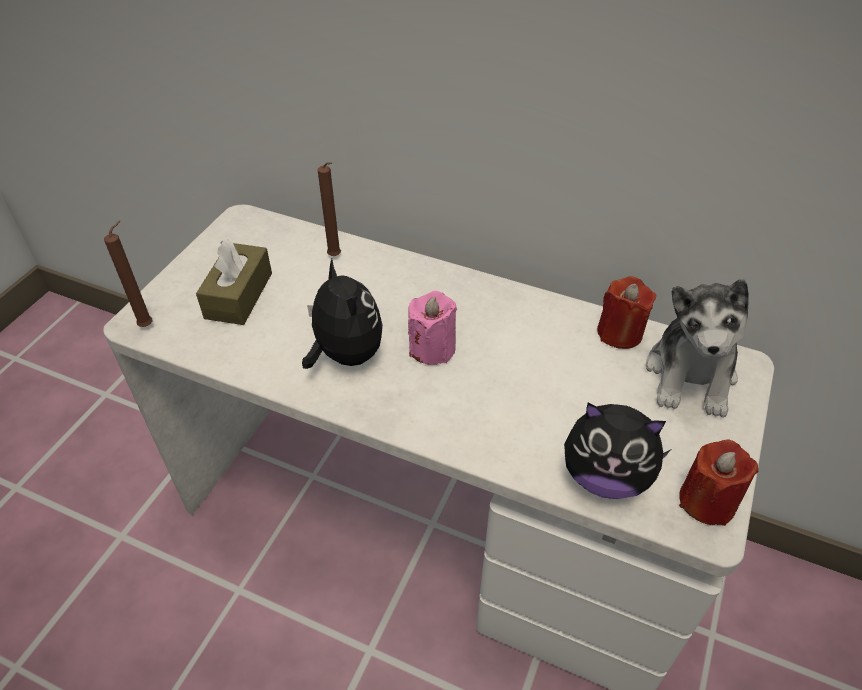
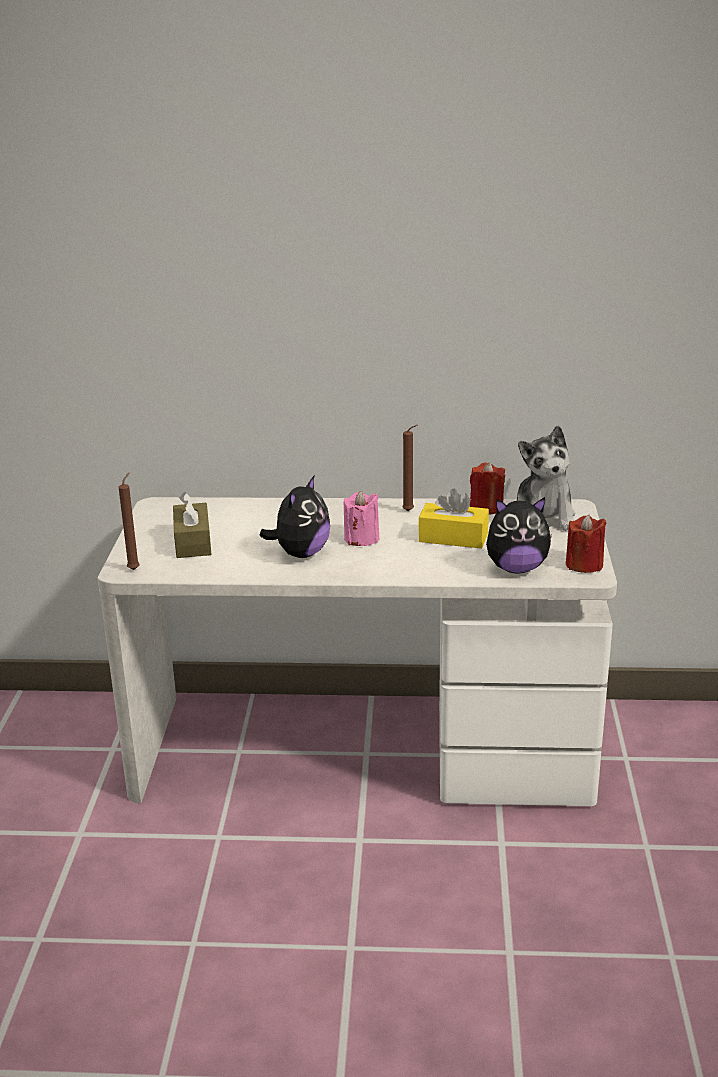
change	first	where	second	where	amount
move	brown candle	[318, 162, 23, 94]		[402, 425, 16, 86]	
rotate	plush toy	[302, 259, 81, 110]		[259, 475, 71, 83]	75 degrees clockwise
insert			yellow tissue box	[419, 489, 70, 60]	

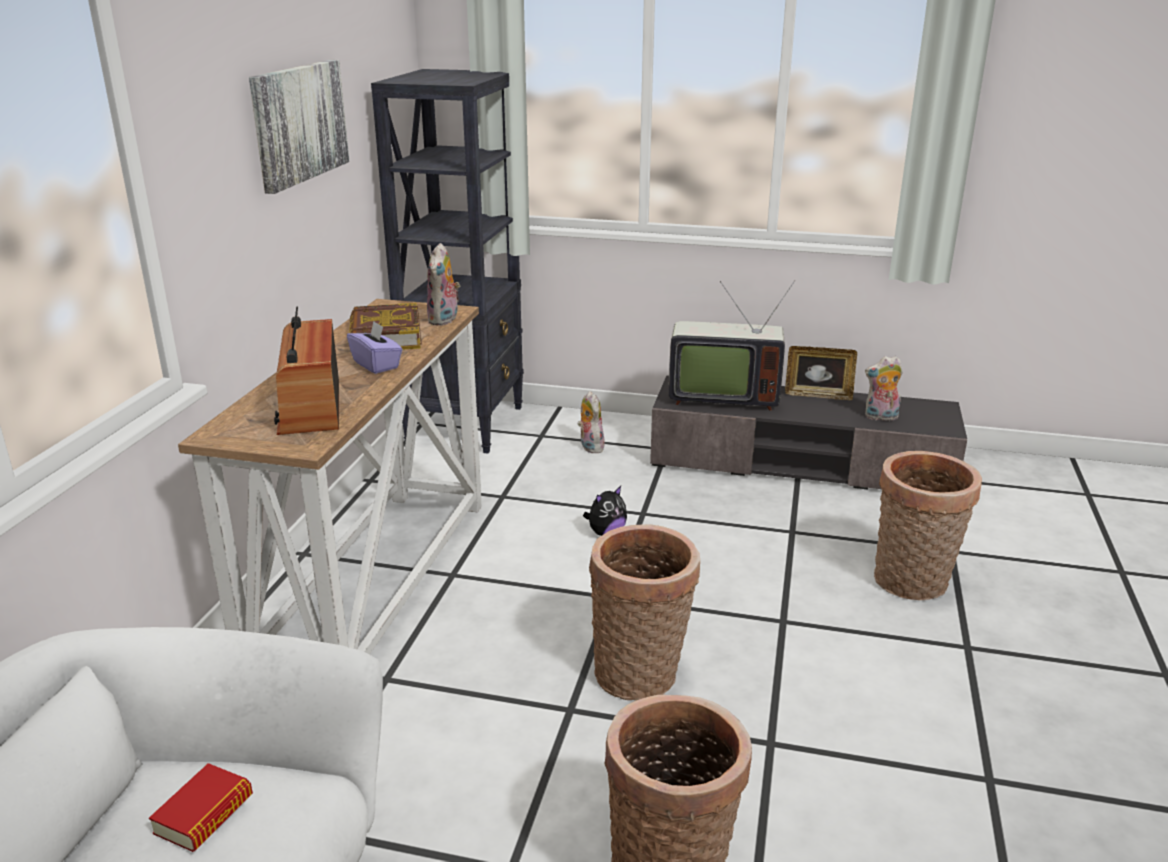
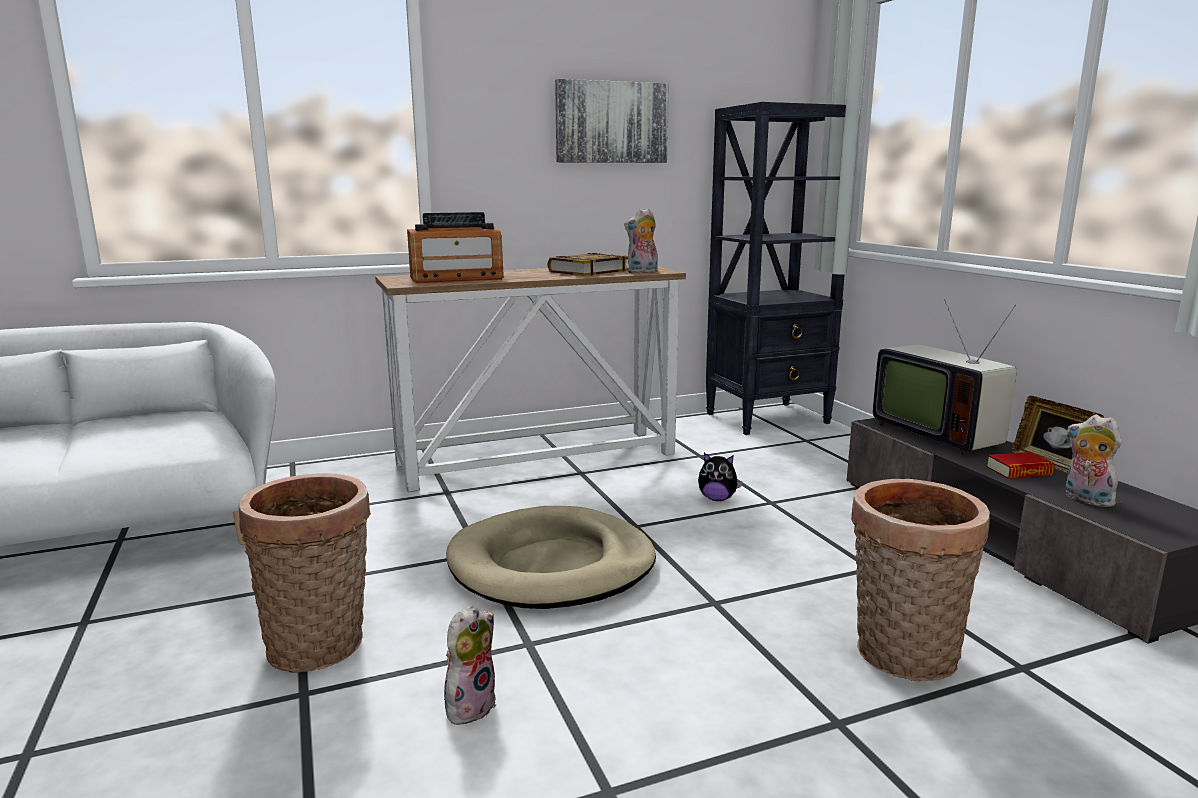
change	first	where	second	where	amount
rotate	radio	[274, 306, 65, 129]		[407, 212, 97, 71]	150 degrees counterclockwise
delete	purple tissue box	[347, 321, 56, 53]			
move	plush toy	[577, 391, 28, 62]		[444, 605, 53, 123]	
replace	basket	[589, 524, 111, 176]	beige dog bed	[446, 506, 210, 103]	
move	book	[149, 763, 104, 89]		[986, 452, 69, 27]	

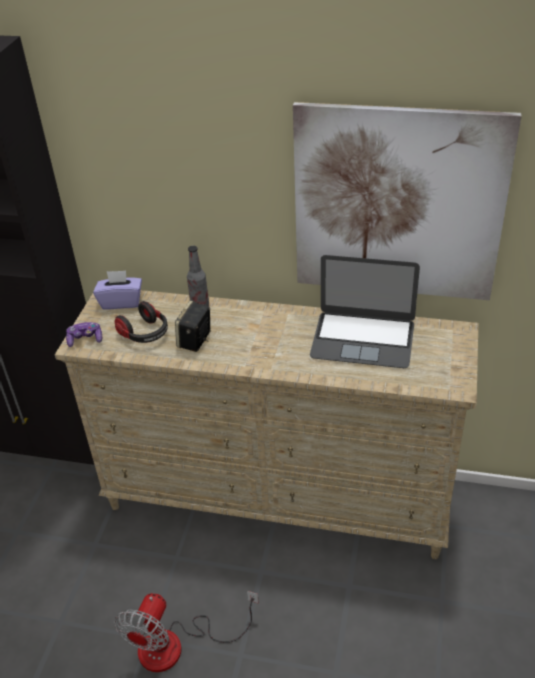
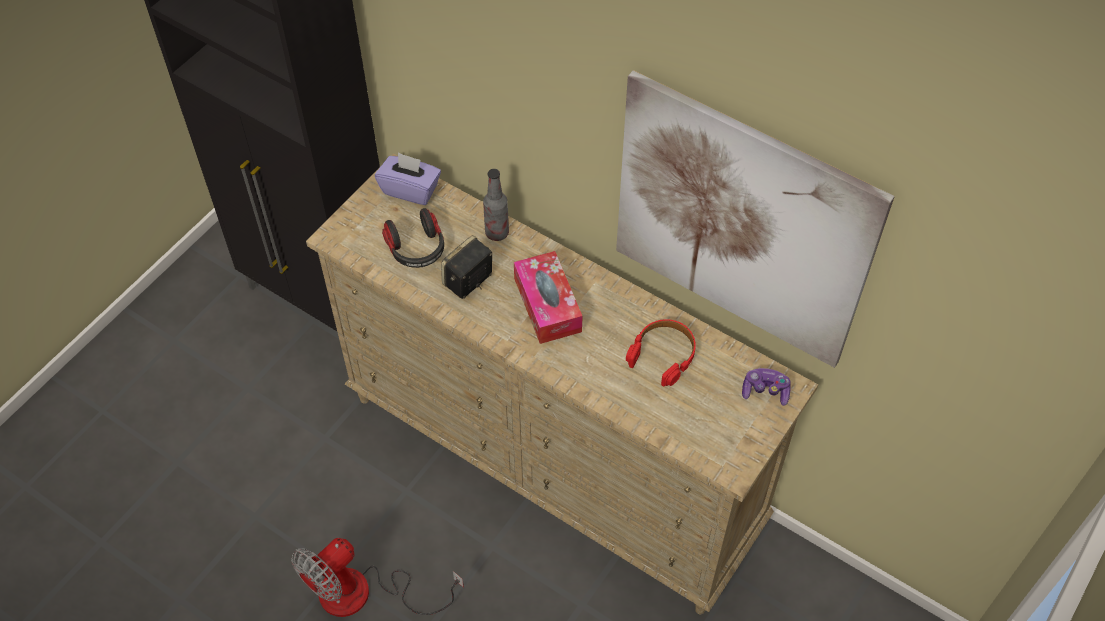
change	first	where	second	where	amount
replace	laptop	[310, 255, 110, 113]	red headphones	[626, 319, 70, 68]	
move	game controller	[66, 322, 36, 25]		[742, 368, 49, 38]	
insert			tissue box	[514, 251, 68, 93]	

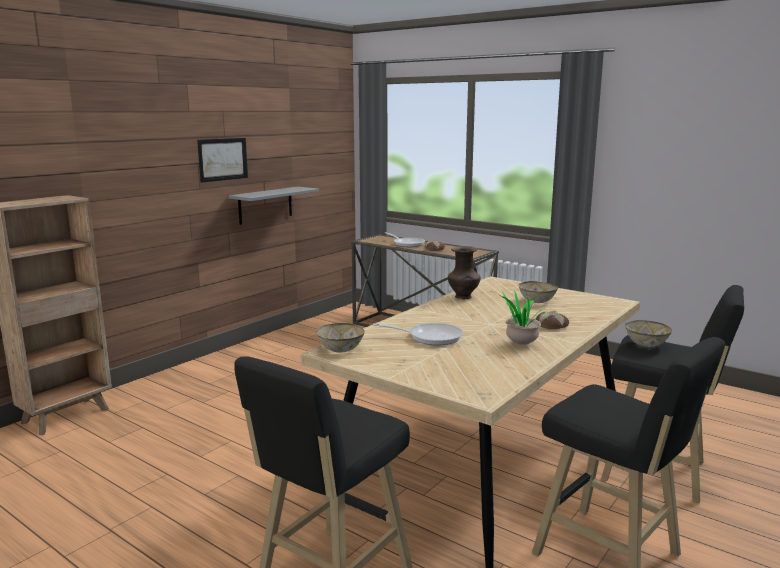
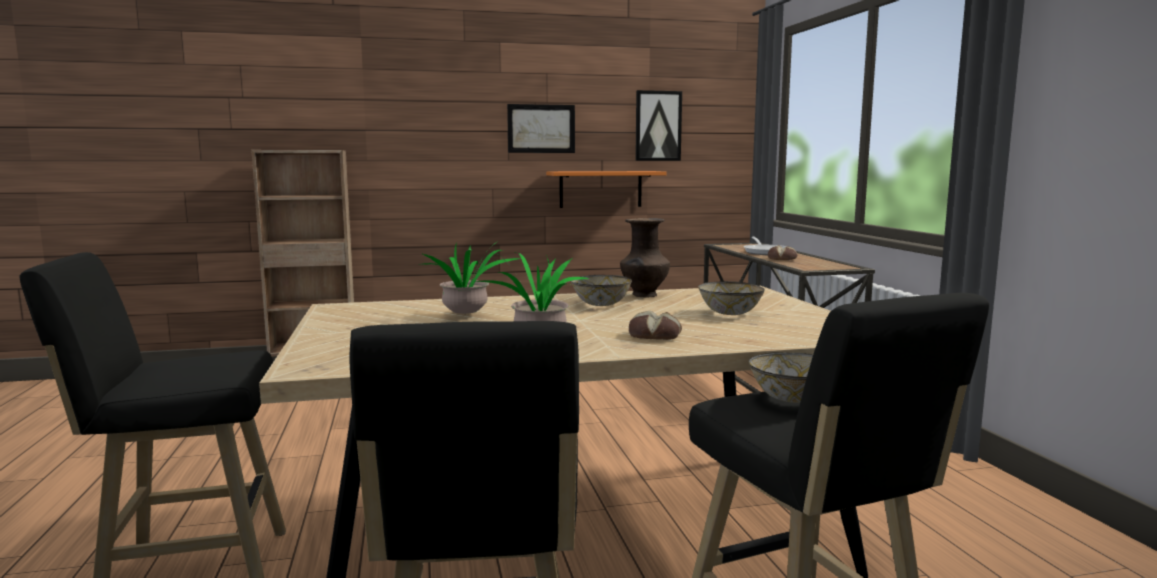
change	first	where	second	where	amount
recolor	grey shelf	[229, 187, 90, 38]	orange shelf	[546, 171, 121, 37]	
move	bowl	[316, 323, 48, 29]		[571, 275, 61, 31]	
replace	frying pan	[373, 323, 90, 22]	potted plant	[418, 242, 103, 72]	
insert			picture	[635, 90, 47, 71]	

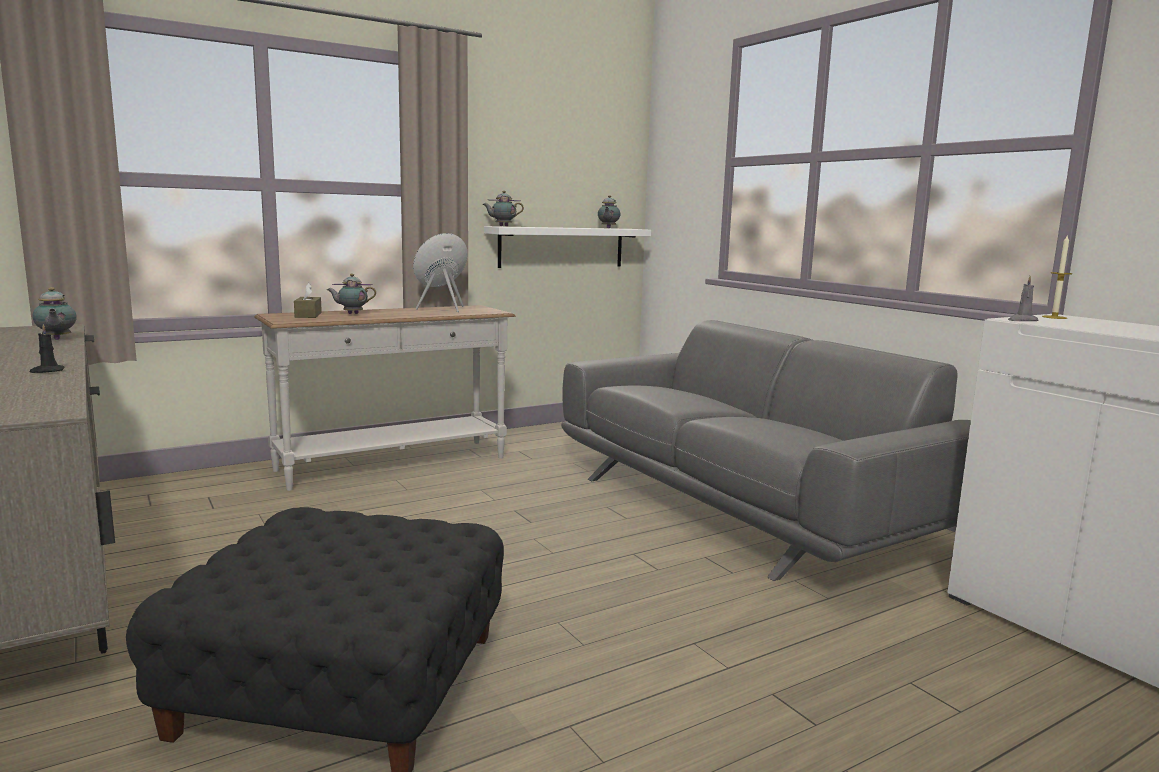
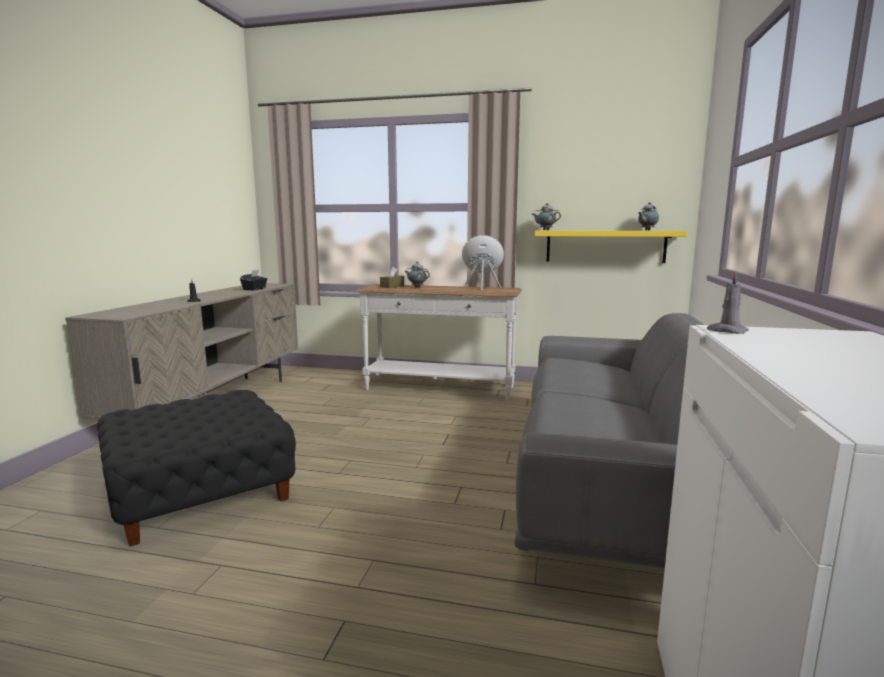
change	first	where	second	where	amount
recolor	white shelf	[484, 226, 167, 42]	yellow shelf	[535, 231, 152, 32]	
delete	candle	[1042, 234, 30, 85]			
replace	teapot	[32, 287, 45, 53]	black tissue box	[240, 270, 27, 20]	

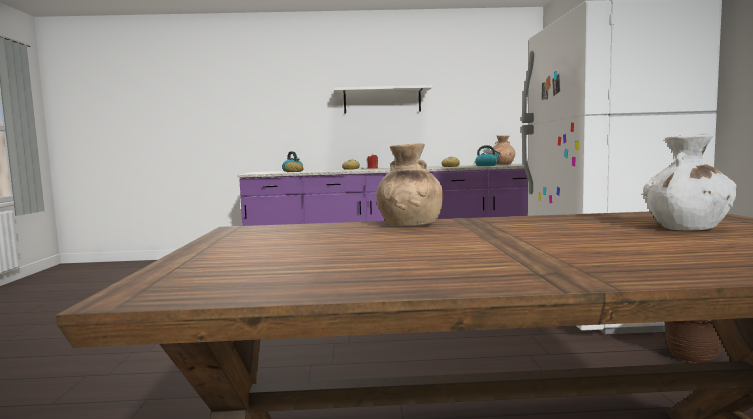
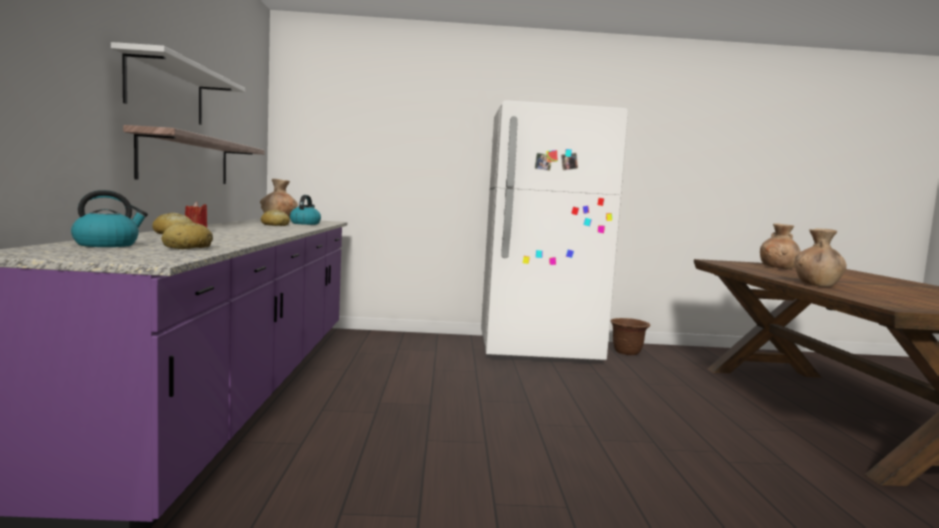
change	first	where	second	where	amount
recolor	white vase	[643, 133, 93, 97]	brown vase	[760, 223, 40, 46]	
insert			shelf	[123, 125, 142, 59]	

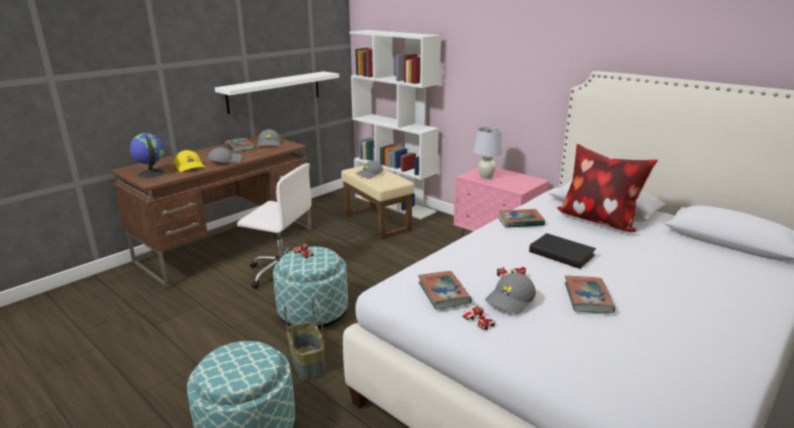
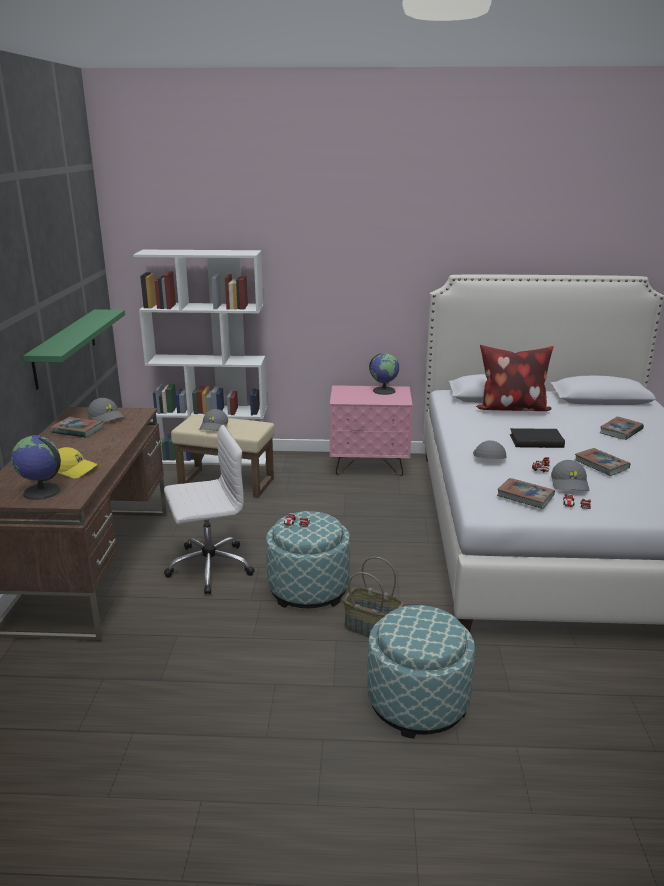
change	first	where	second	where	amount
recolor	white shelf	[215, 71, 124, 43]	green shelf	[23, 309, 102, 81]	
delete	white table lamp	[473, 127, 30, 53]			
move	grey cap	[208, 147, 34, 16]		[473, 441, 33, 18]	
move	book	[498, 209, 47, 19]		[600, 417, 44, 23]	
insert			globe	[369, 353, 30, 42]	

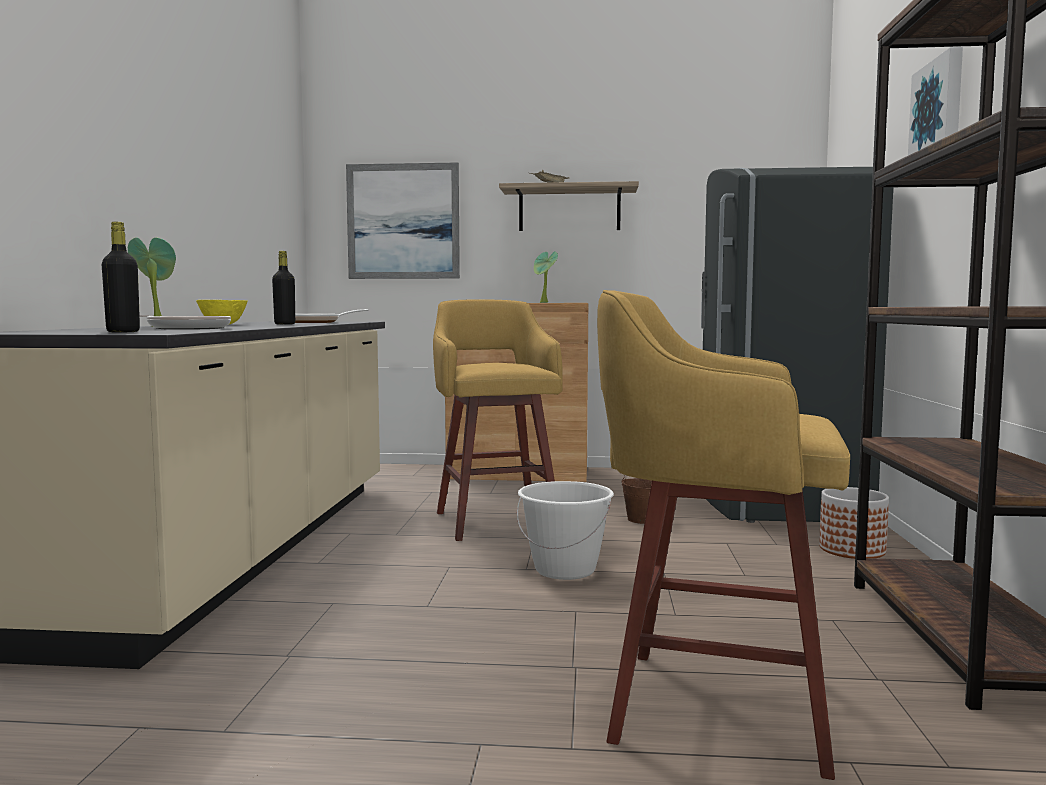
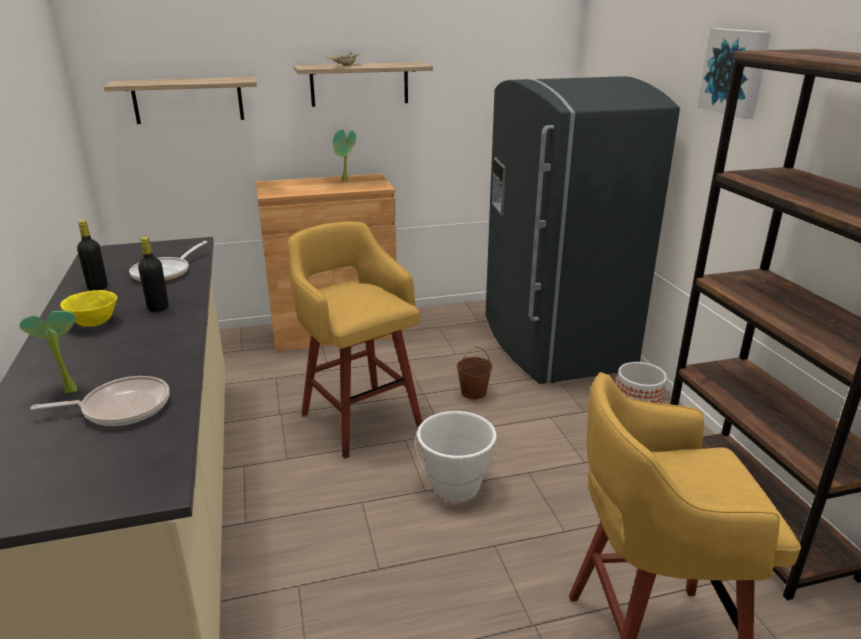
change	first	where	second	where	amount
replace	picture	[346, 162, 114, 117]	shelf	[104, 77, 153, 47]	
move	black bottle	[102, 222, 38, 110]		[77, 220, 31, 71]	

